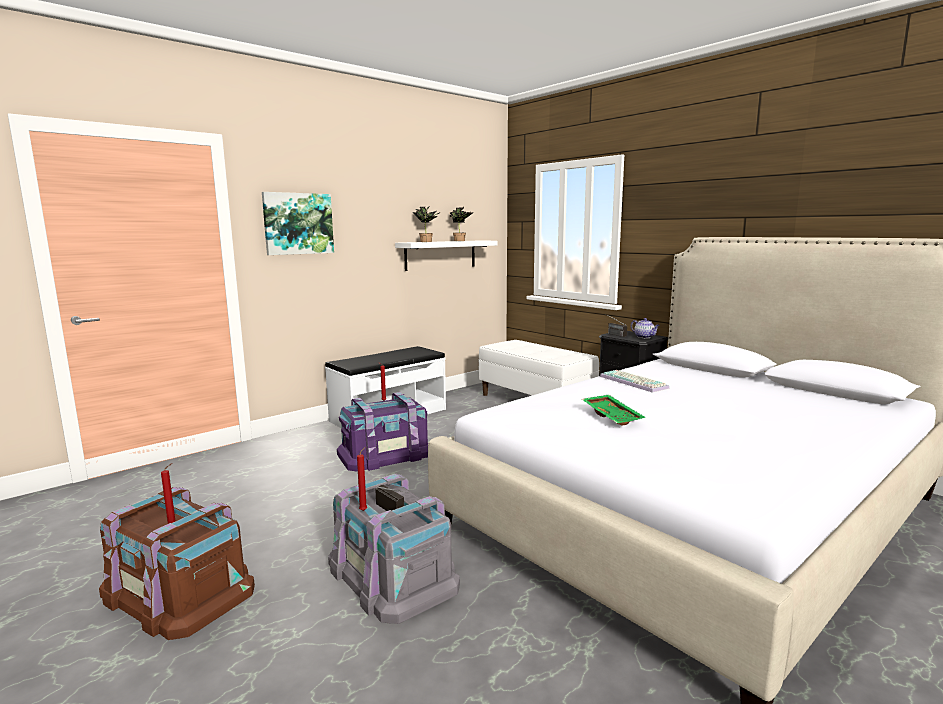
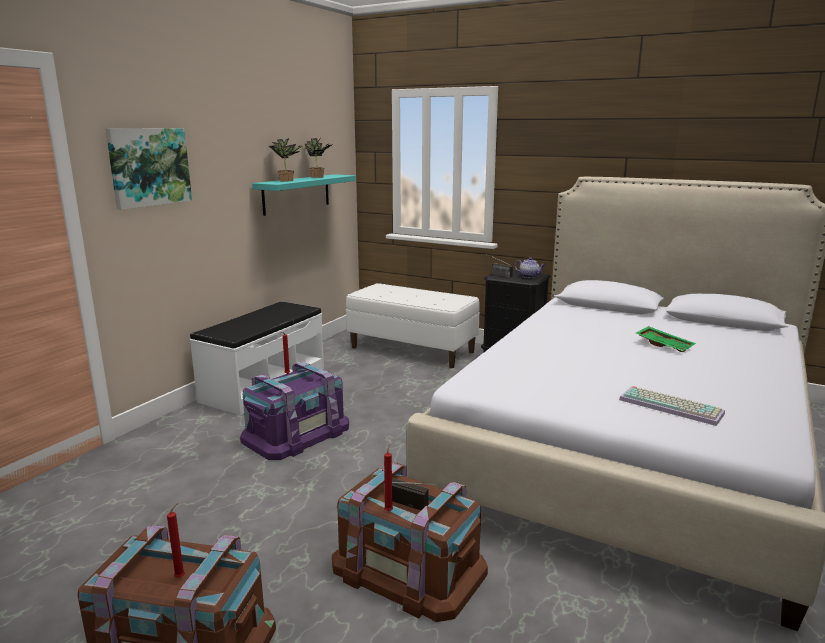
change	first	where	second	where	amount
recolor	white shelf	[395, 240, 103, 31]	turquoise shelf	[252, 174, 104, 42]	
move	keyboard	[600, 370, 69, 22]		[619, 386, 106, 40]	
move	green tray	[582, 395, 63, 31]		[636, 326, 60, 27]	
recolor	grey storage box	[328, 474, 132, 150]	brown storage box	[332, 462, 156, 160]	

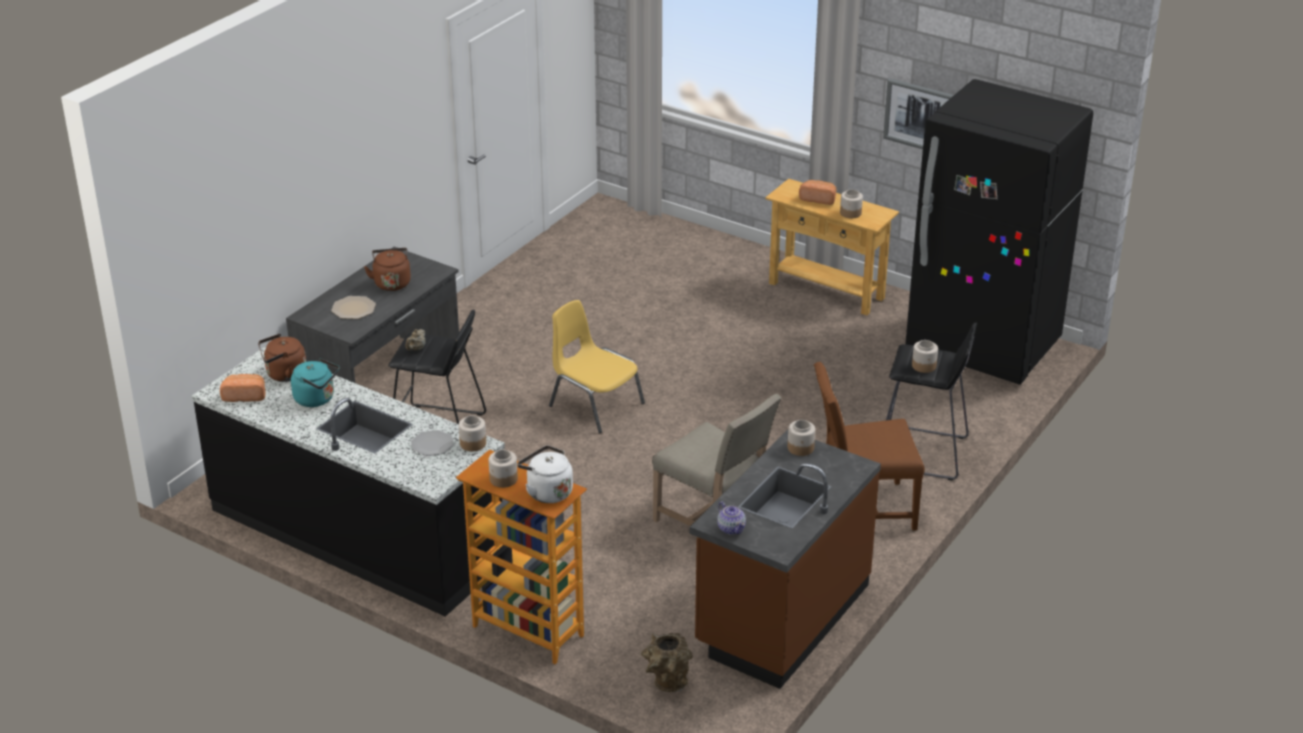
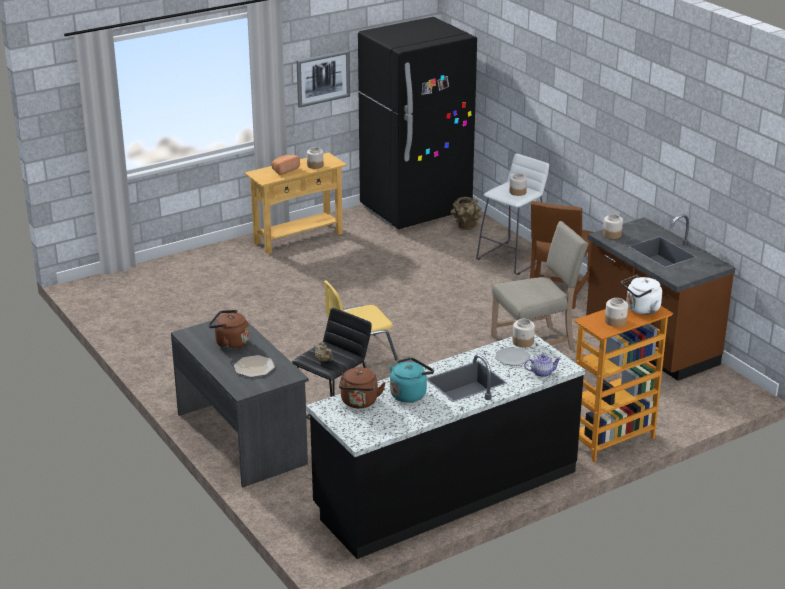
change	first	where	second	where	amount
recolor	black stool	[886, 323, 91, 158]	white stool	[476, 153, 73, 122]	
delete	bread	[220, 374, 45, 28]			
move	teapot	[717, 501, 29, 34]		[524, 354, 37, 23]	
move	brown vase	[641, 633, 52, 59]		[450, 197, 31, 33]	

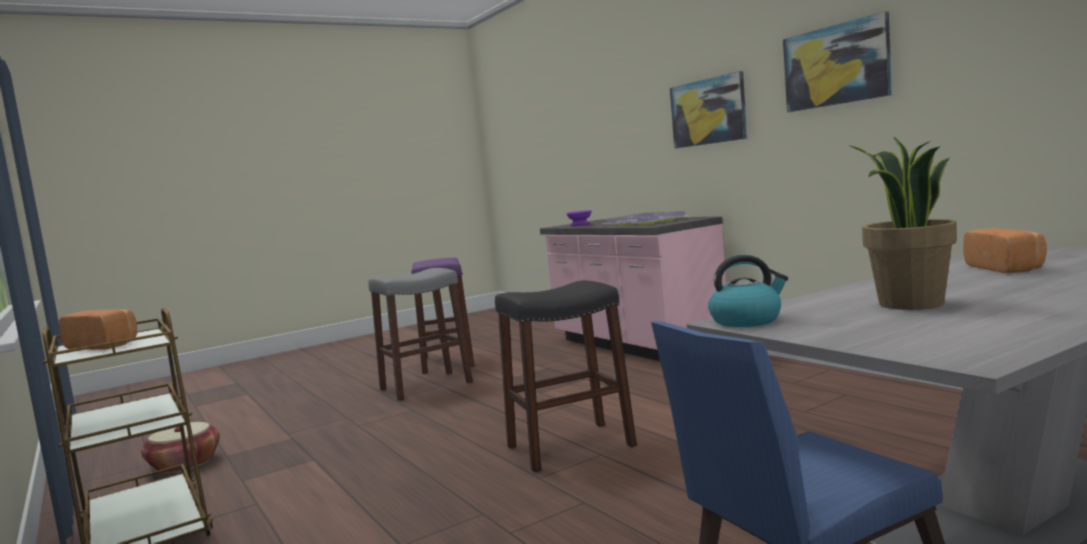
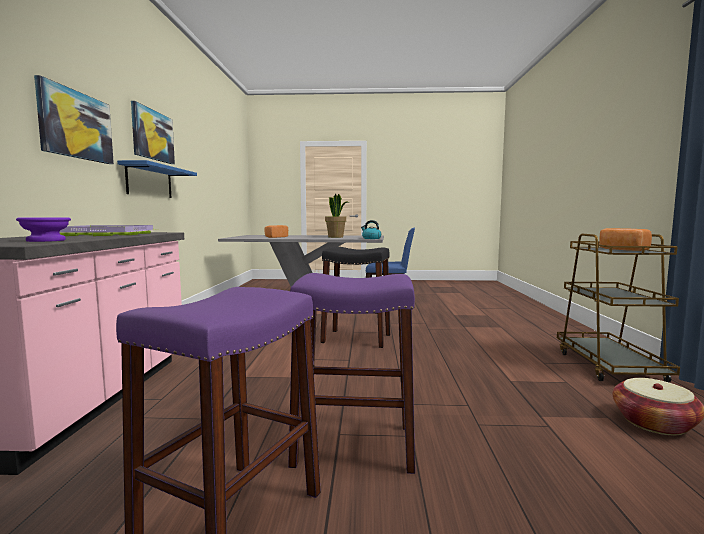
change	first	where	second	where	amount
recolor	grey stool	[368, 268, 105, 134]	purple stool	[288, 273, 127, 201]	
insert			blue shelf	[117, 160, 80, 38]	

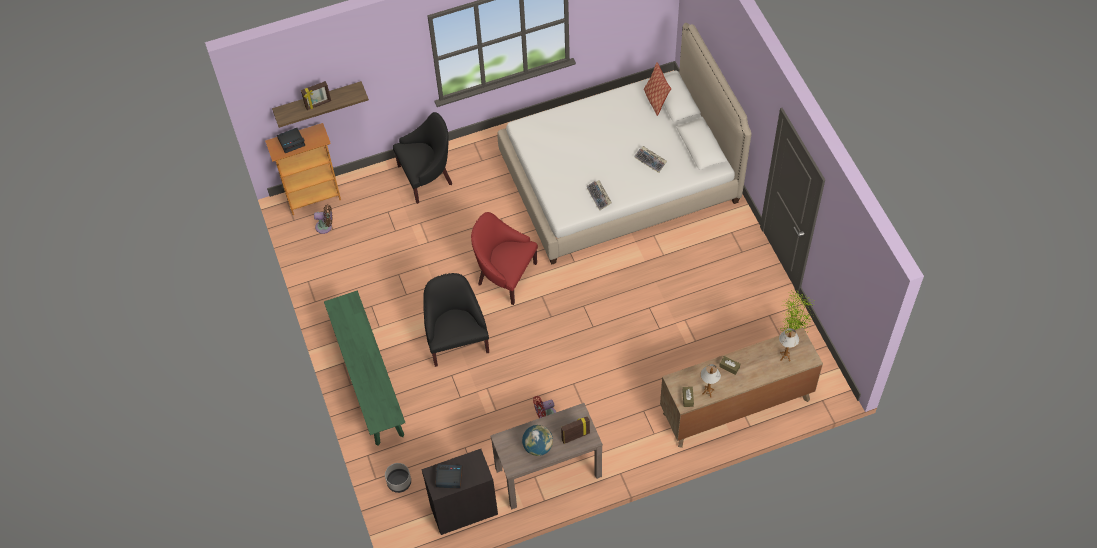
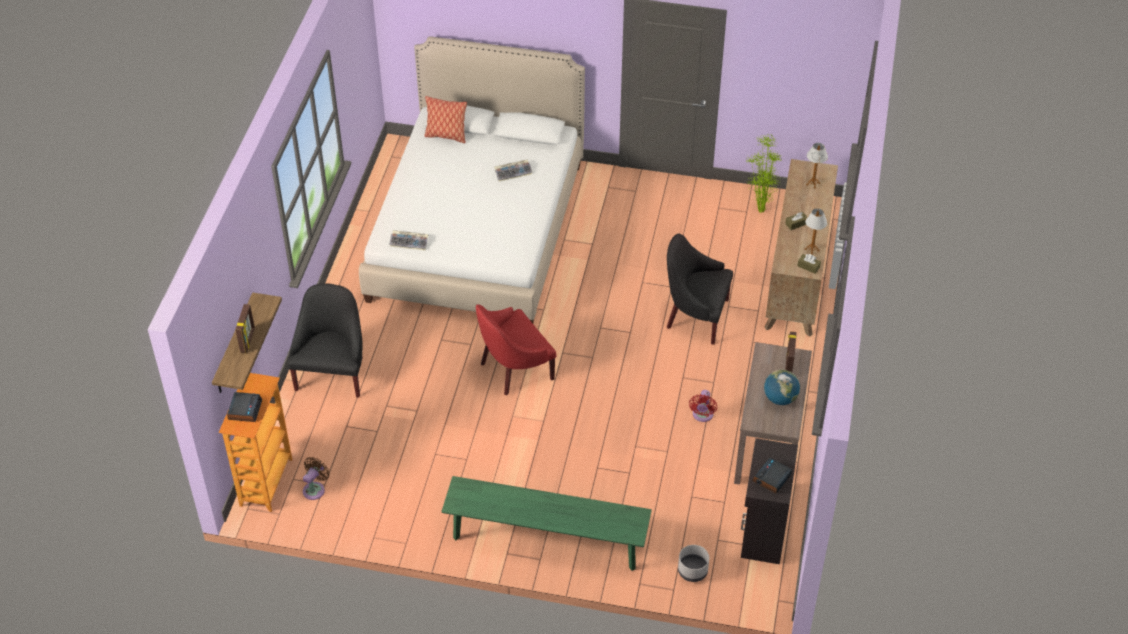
change	first	where	second	where	amount
move	keyboard	[587, 180, 25, 31]		[389, 230, 39, 20]	
move	black armchair	[423, 273, 66, 94]		[667, 234, 66, 111]	

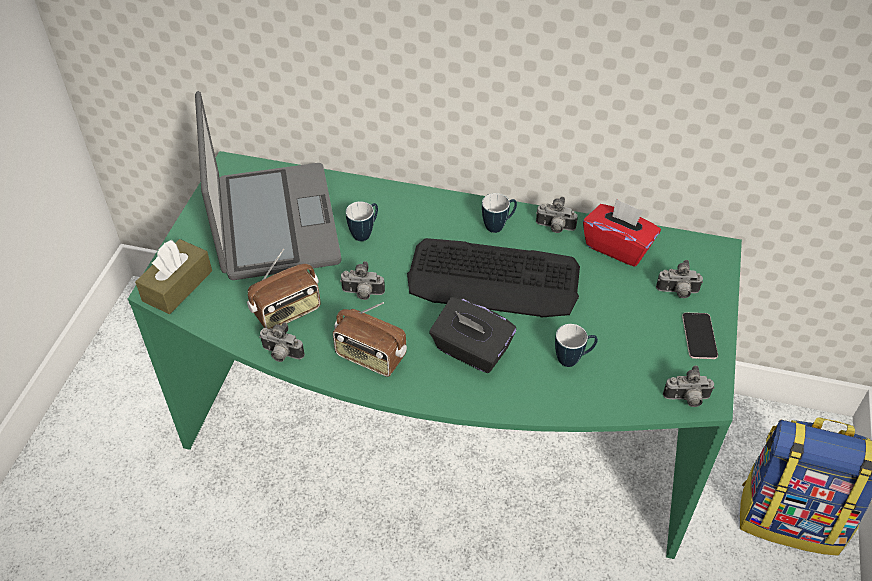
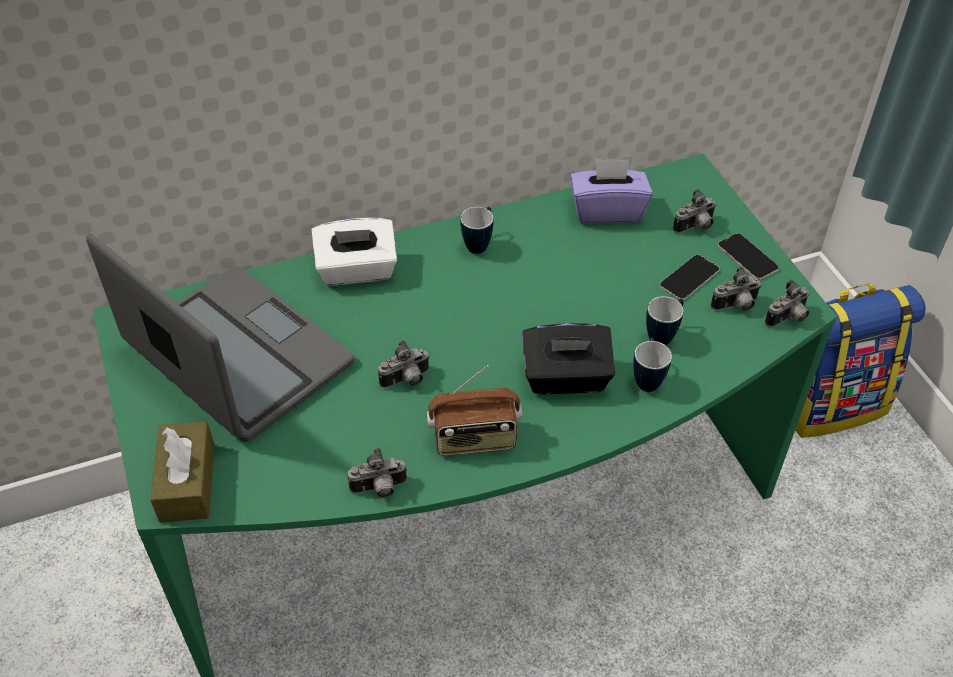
change	first	where	second	where	amount
move	photo camera	[536, 197, 42, 36]		[711, 267, 50, 44]	
recolor	red tissue box	[583, 198, 78, 68]	purple tissue box	[570, 159, 83, 65]	
move	mug	[346, 201, 32, 40]		[633, 337, 39, 55]	
delete	keyboard	[407, 238, 173, 80]			
delete	radio	[247, 249, 74, 81]			
insert			white tissue box	[311, 218, 86, 68]	
insert			phone	[660, 255, 60, 45]	

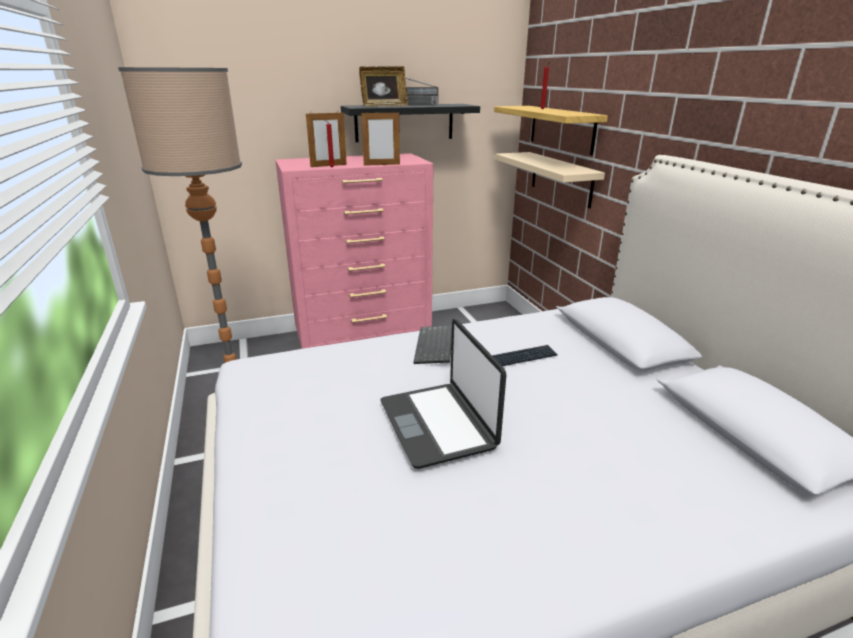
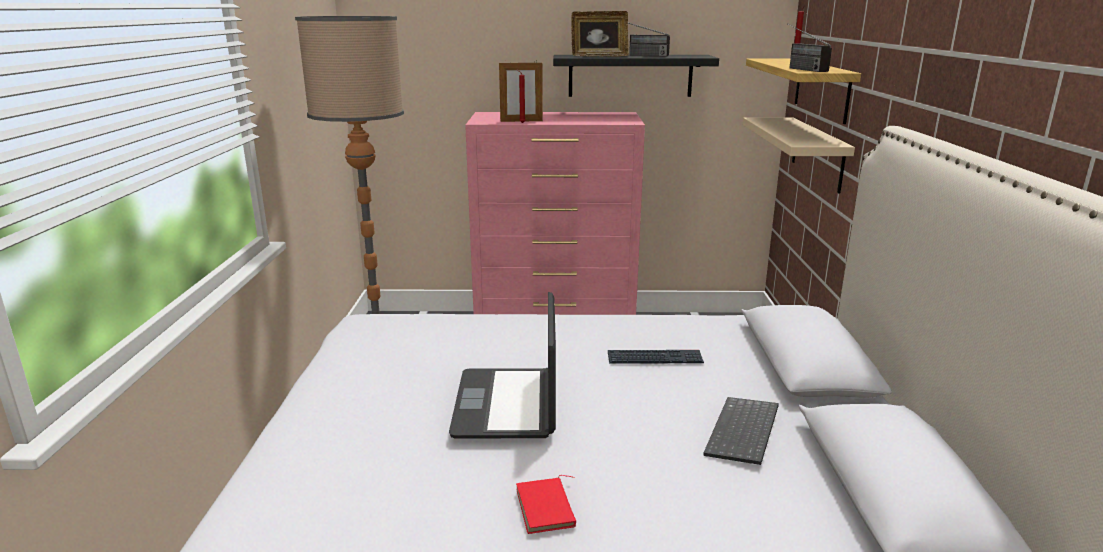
change	first	where	second	where	amount
delete	picture frame	[361, 111, 39, 55]			
move	keyboard	[413, 325, 39, 39]		[704, 397, 74, 68]	
insert			radio	[787, 23, 45, 49]	
insert			red book	[516, 475, 60, 59]	

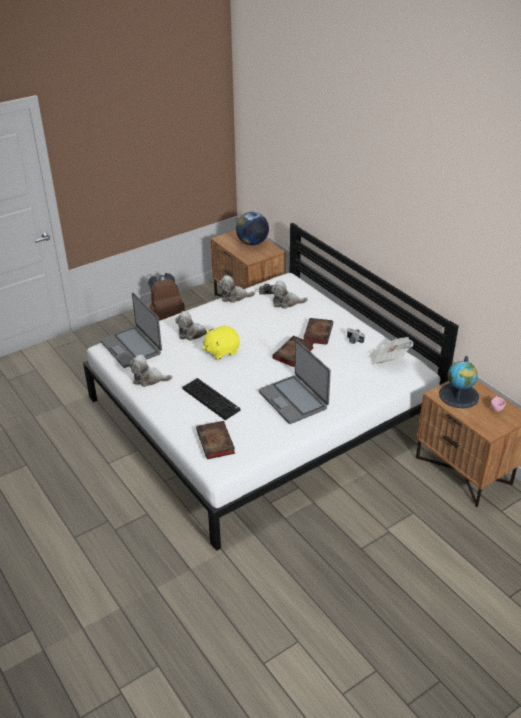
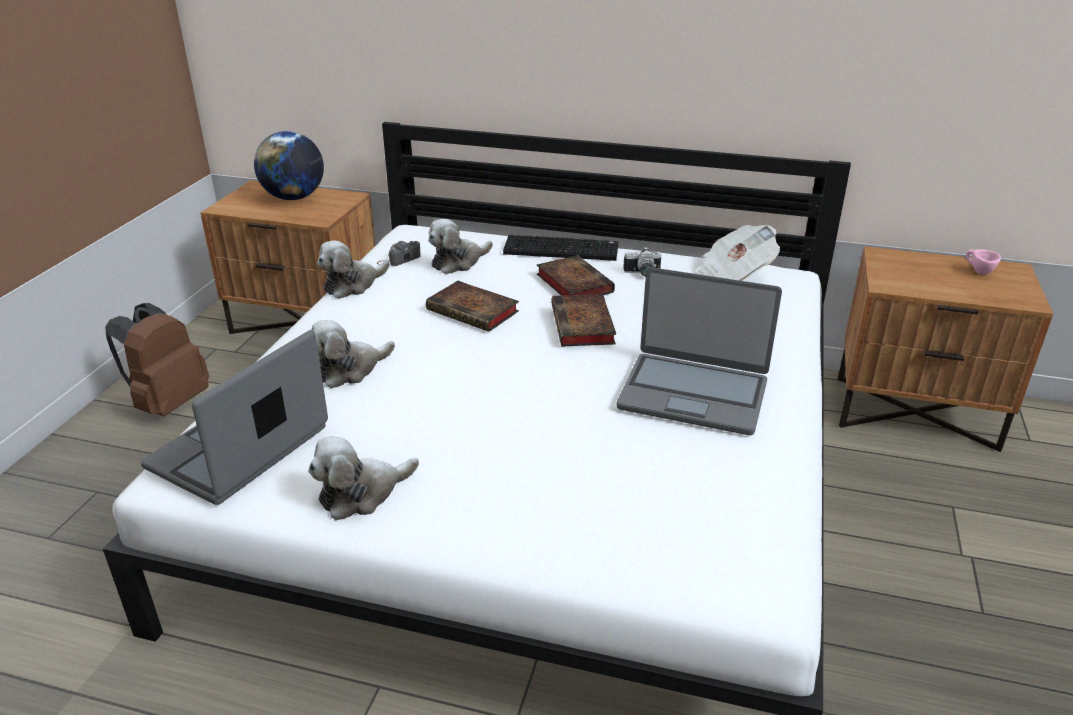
change	first	where	second	where	amount
rotate	laptop	[100, 293, 62, 75]		[141, 330, 187, 175]	105 degrees clockwise
delete	yellow plush toy	[203, 325, 37, 35]			
delete	globe	[439, 356, 40, 52]			
move	keyboard	[182, 378, 59, 42]		[503, 235, 115, 26]	
move	book	[196, 421, 39, 38]		[426, 281, 93, 51]	

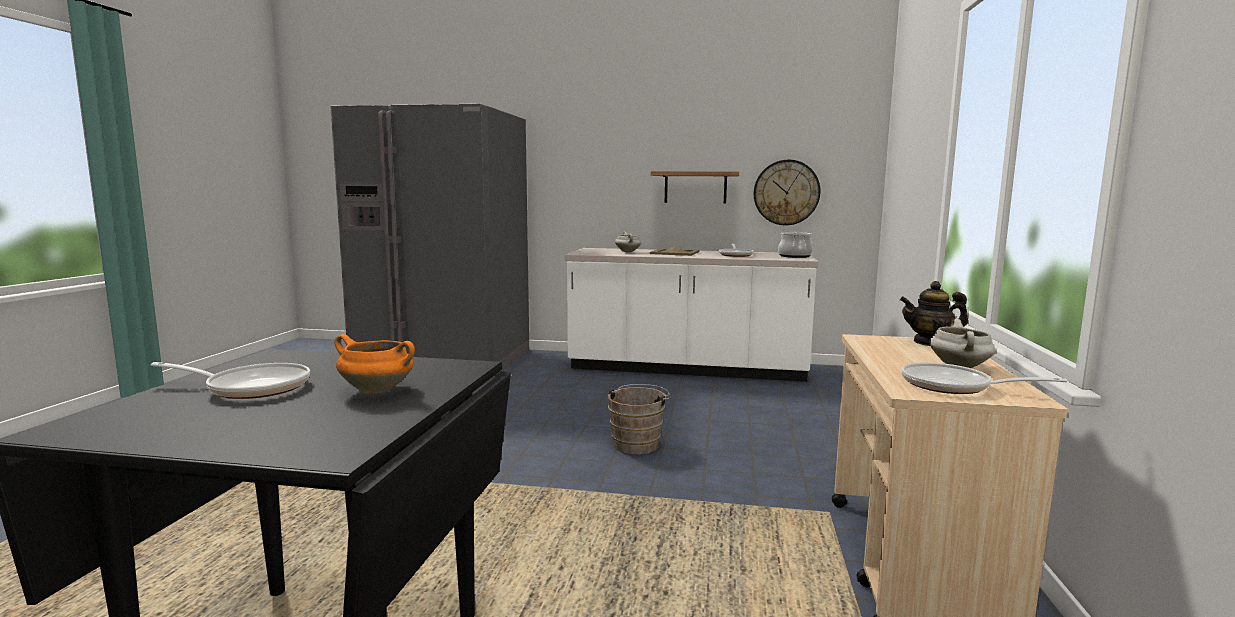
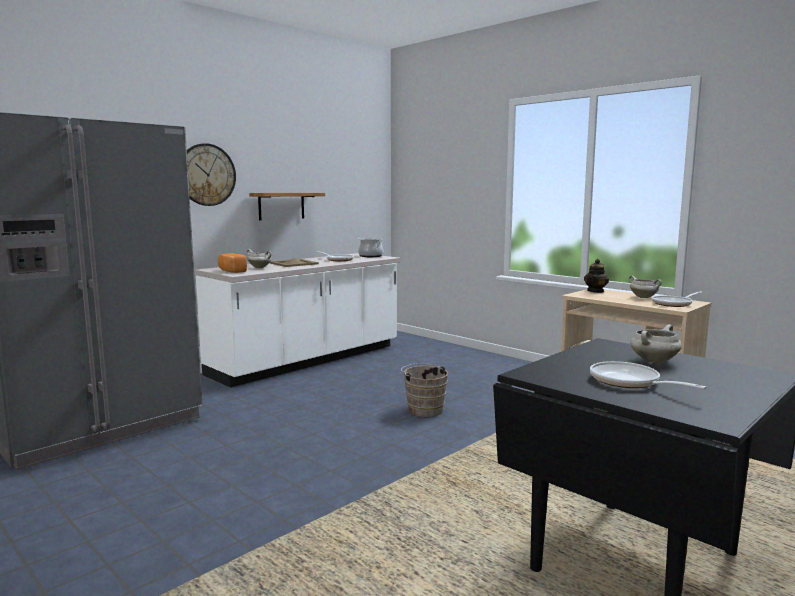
change	first	where	second	where	amount
move	wall clock	[754, 160, 67, 65]		[187, 143, 49, 63]	
recolor	orange cooking pot	[334, 334, 81, 60]	white cooking pot	[630, 325, 52, 38]	
rotate	frying pan	[151, 362, 159, 37]		[590, 361, 117, 28]	75 degrees counterclockwise
insert			bread	[218, 253, 29, 20]	

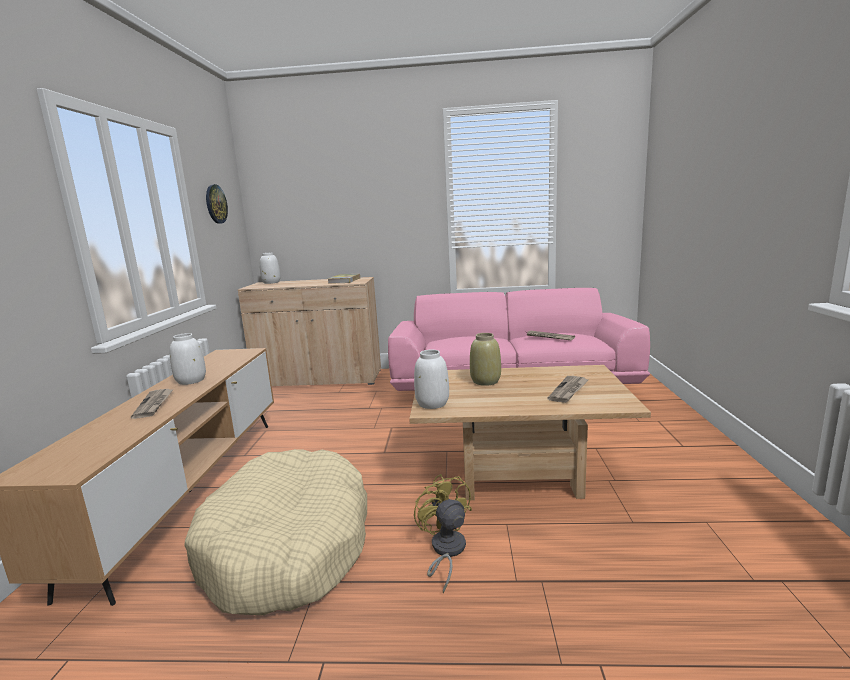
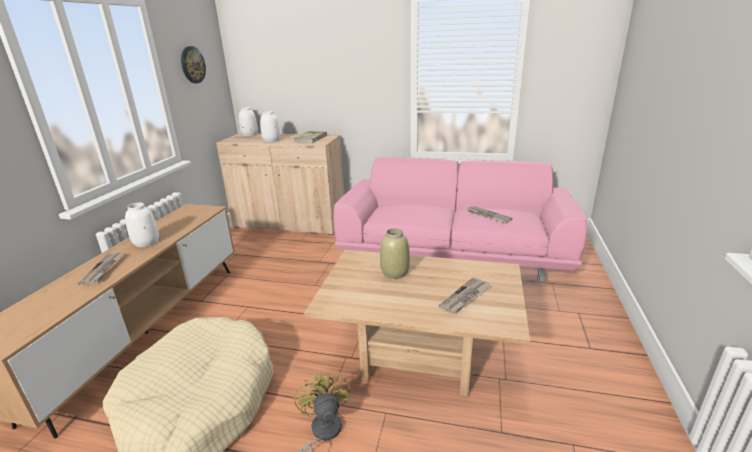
change	first	where	second	where	amount
move	white vase	[414, 350, 35, 59]		[260, 111, 20, 31]	

